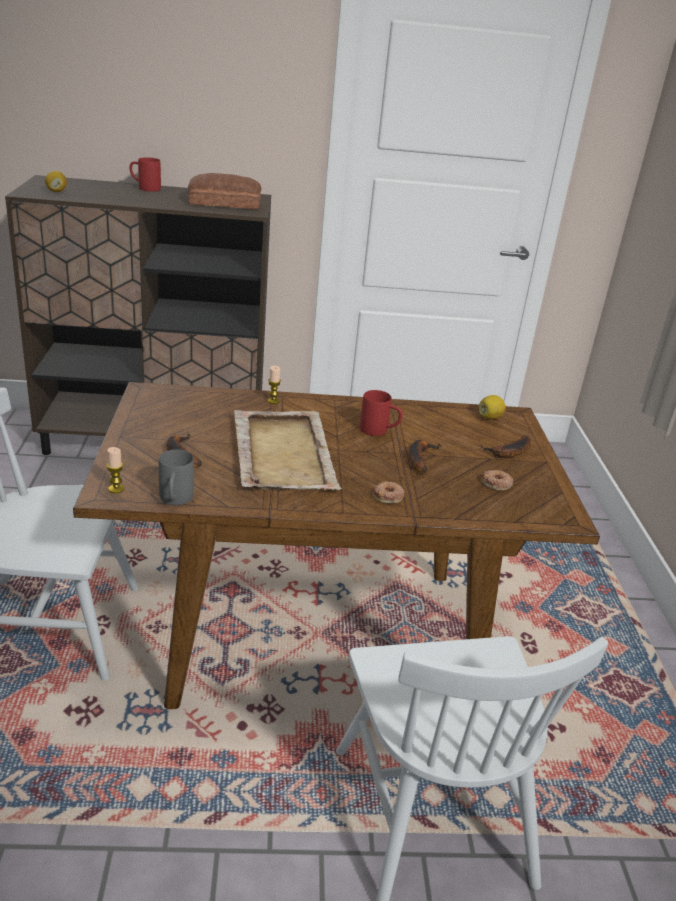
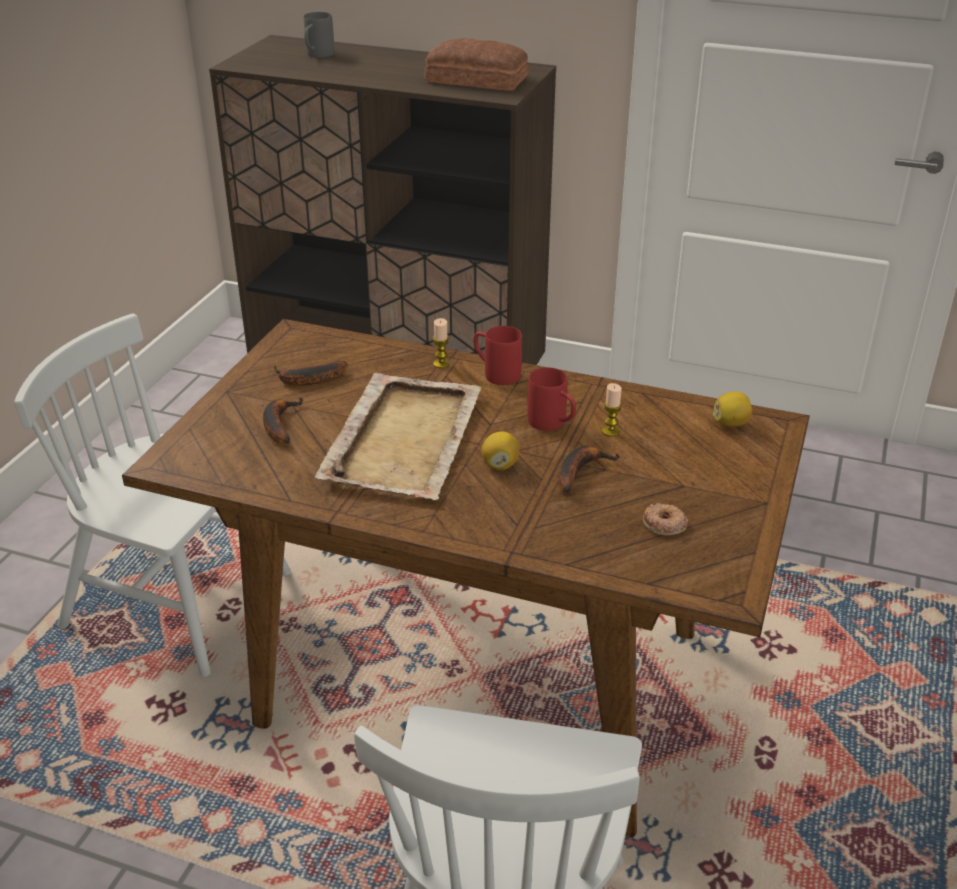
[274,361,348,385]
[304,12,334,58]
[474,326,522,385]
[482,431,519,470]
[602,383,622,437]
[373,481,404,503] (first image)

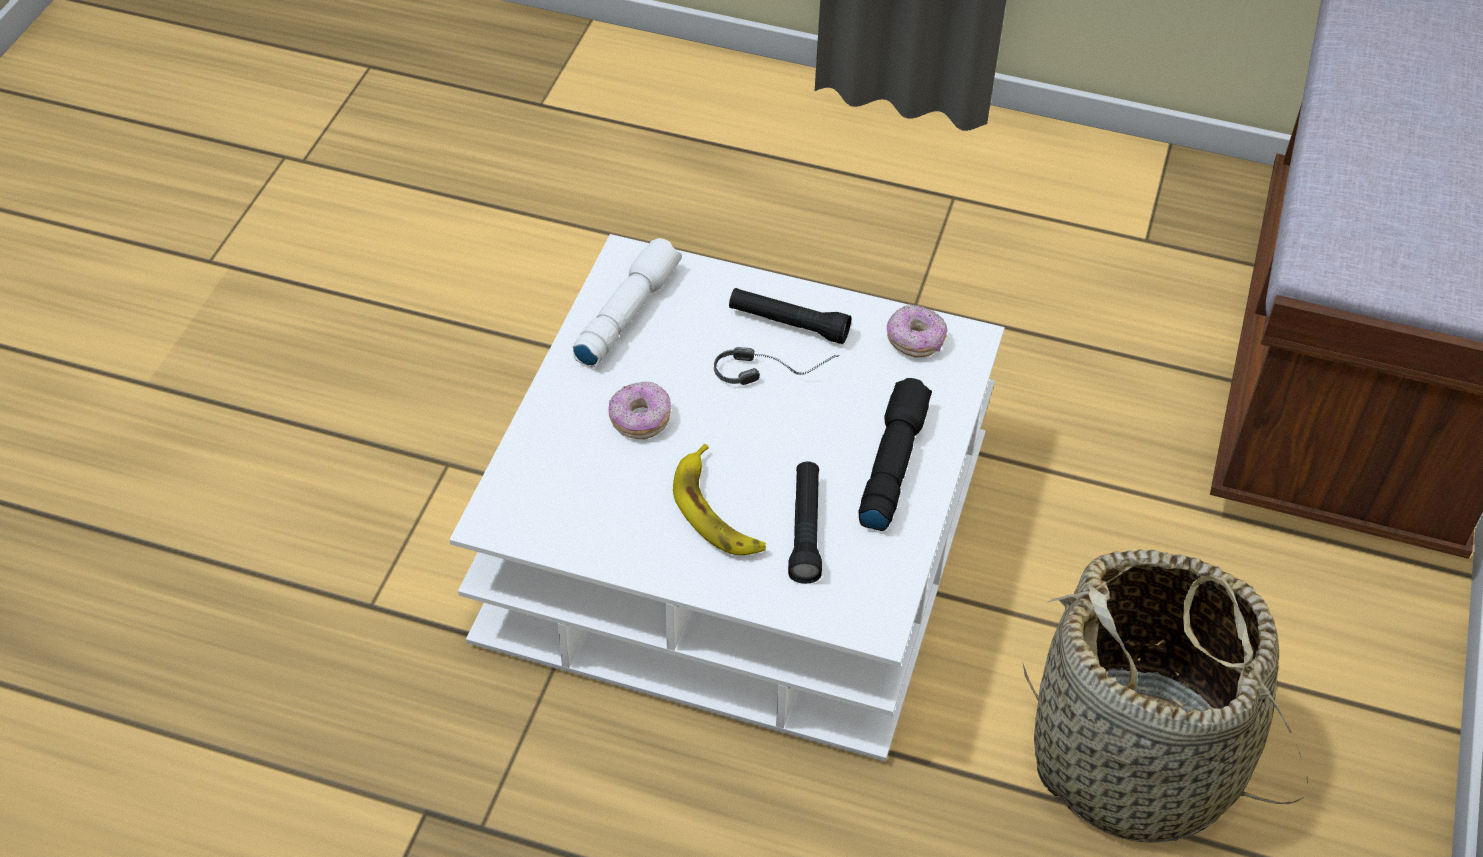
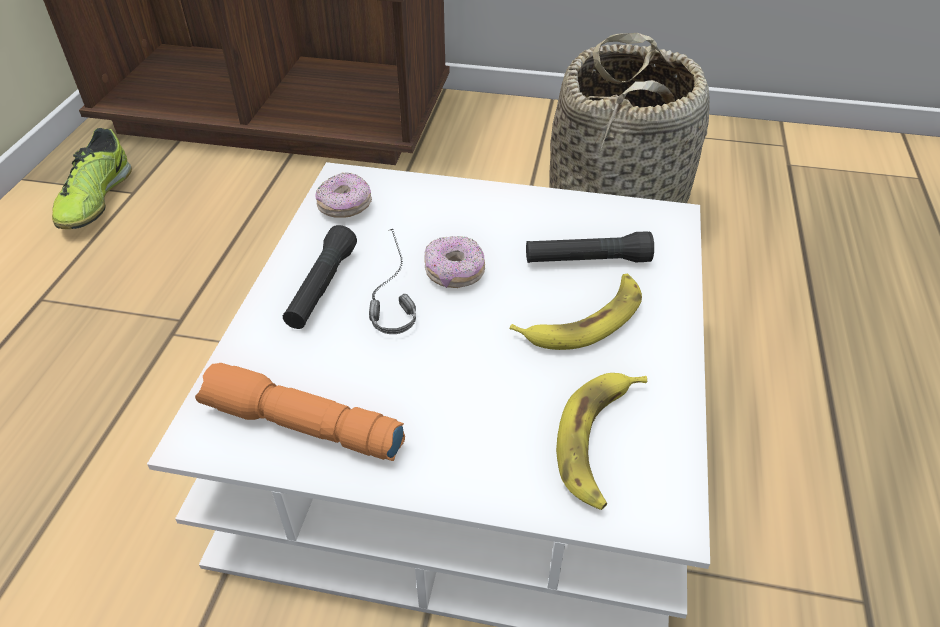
[52,128,132,229]
[195,363,405,461]
[424,236,485,288]
[556,373,647,510]
[859,378,932,531] (first image)

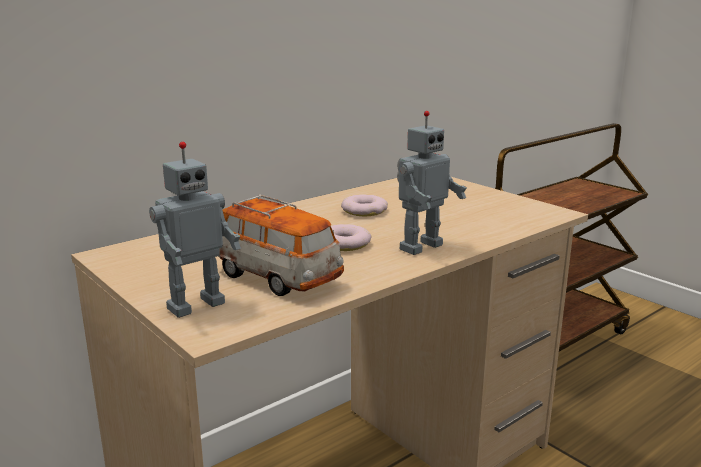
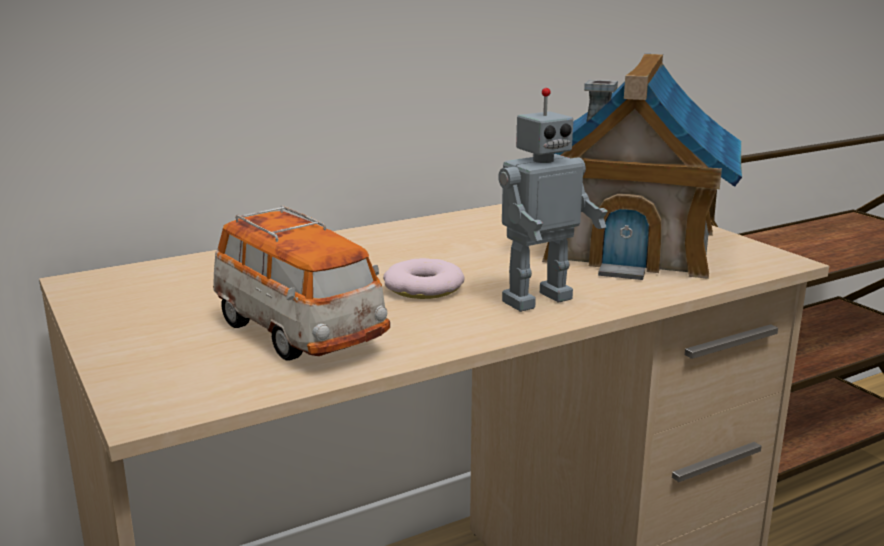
[542,54,742,280]
[149,142,241,318] (first image)
[341,194,388,217] (first image)

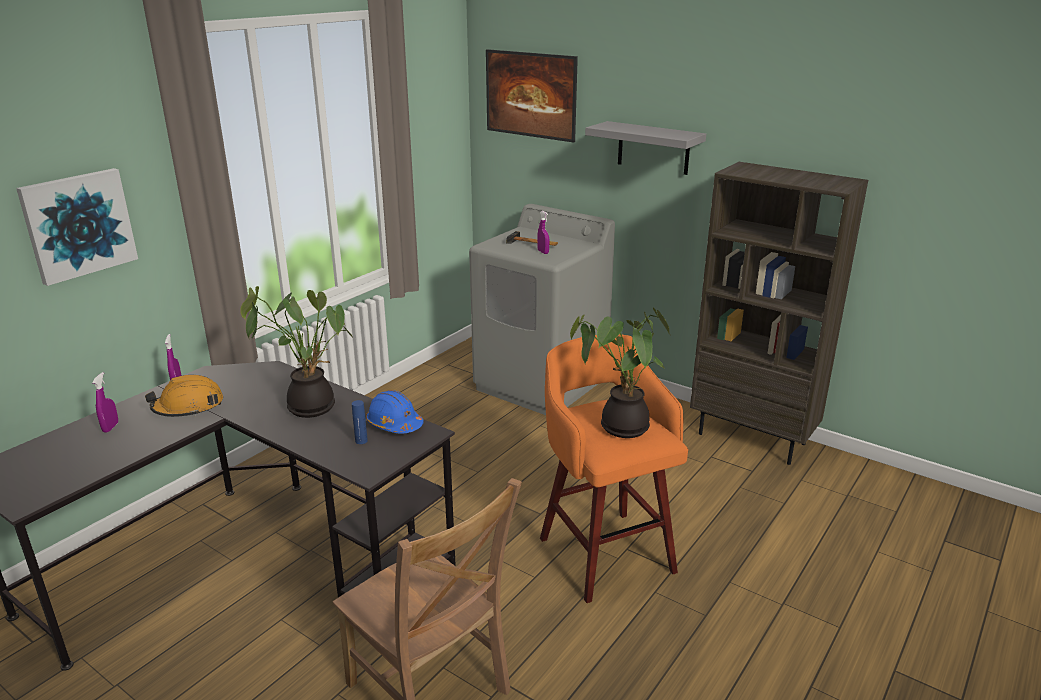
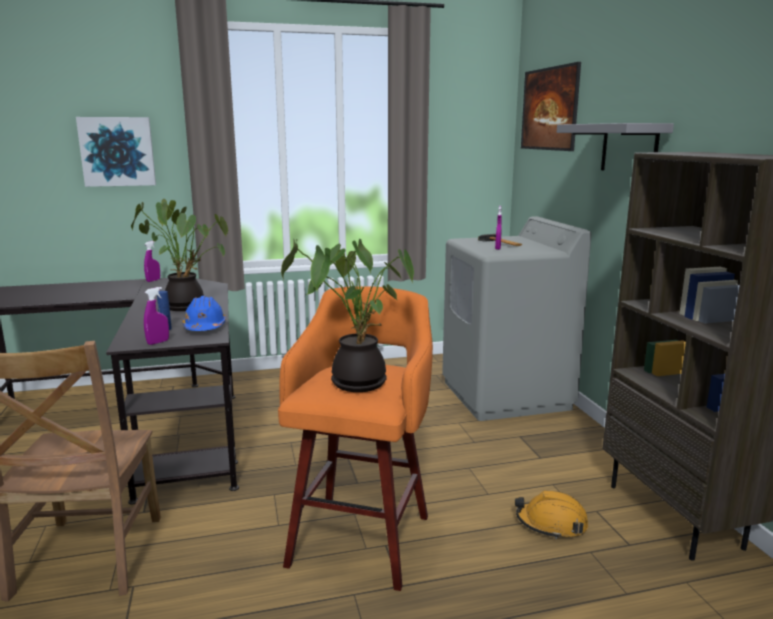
[144,287,169,345]
[515,490,588,539]

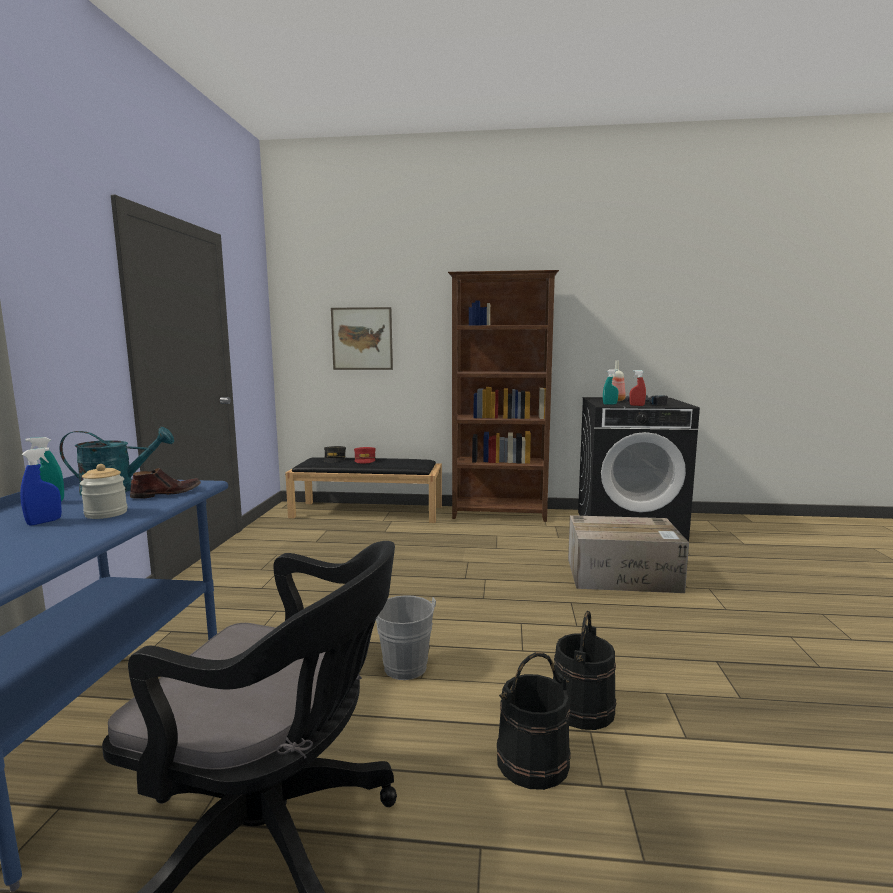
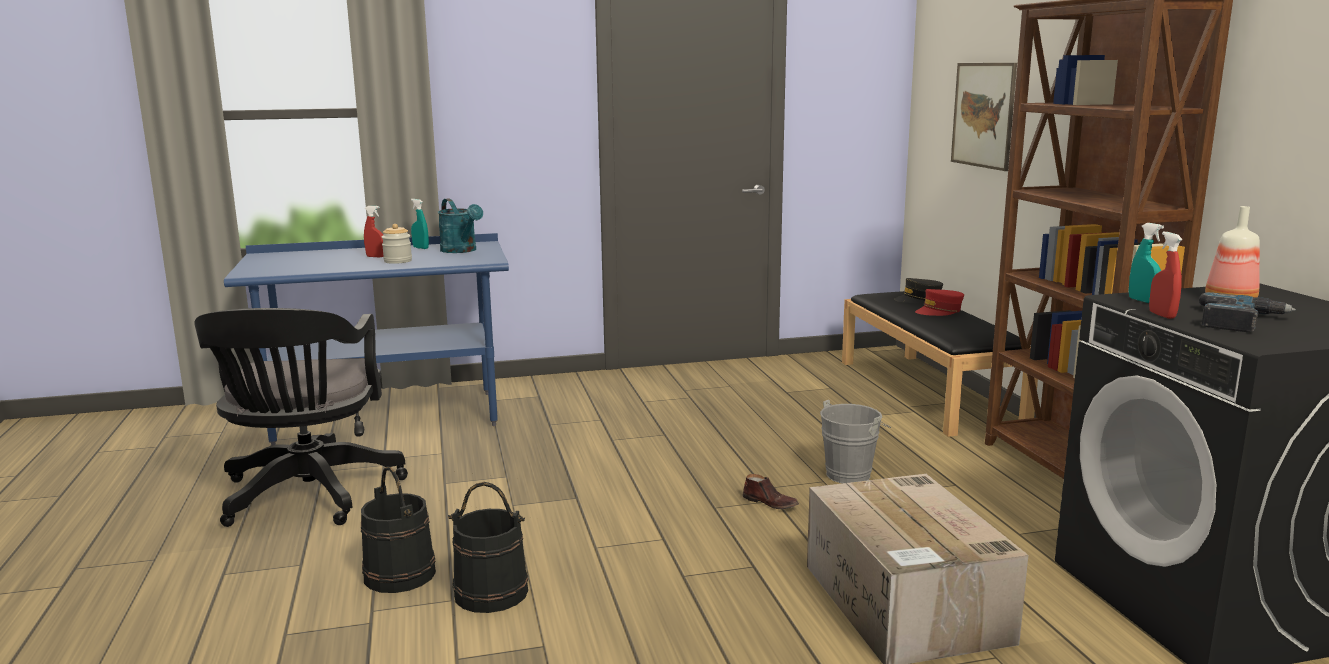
[364,206,383,257]
[743,474,799,509]
[820,400,891,483]

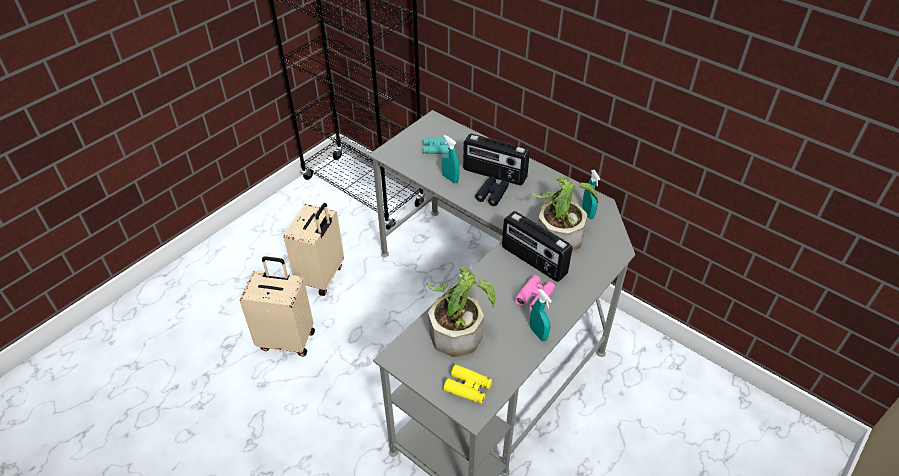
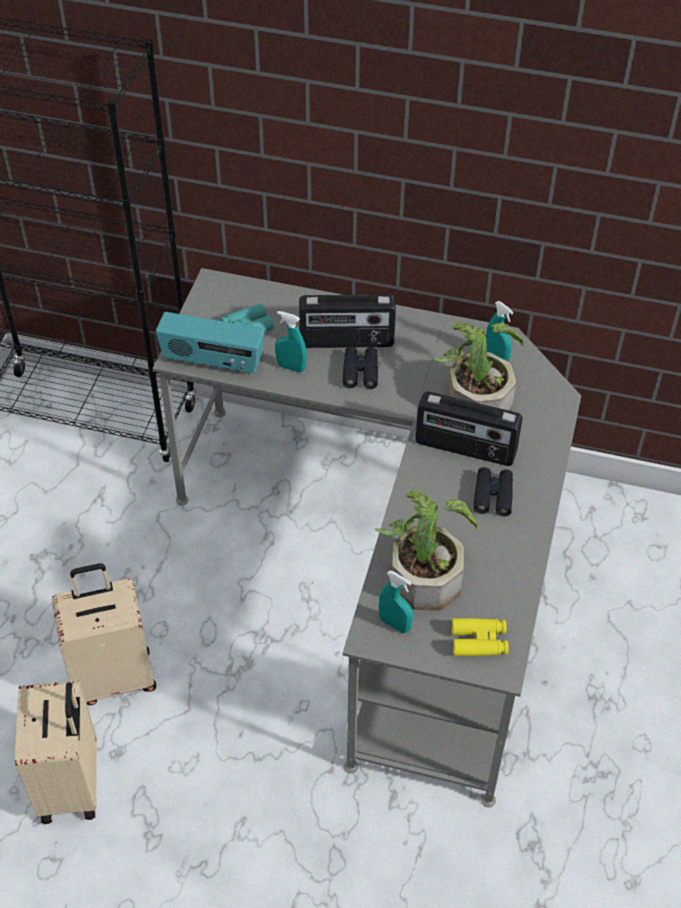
[15,680,97,824]
[156,312,265,375]
[379,570,413,633]
[473,467,513,516]

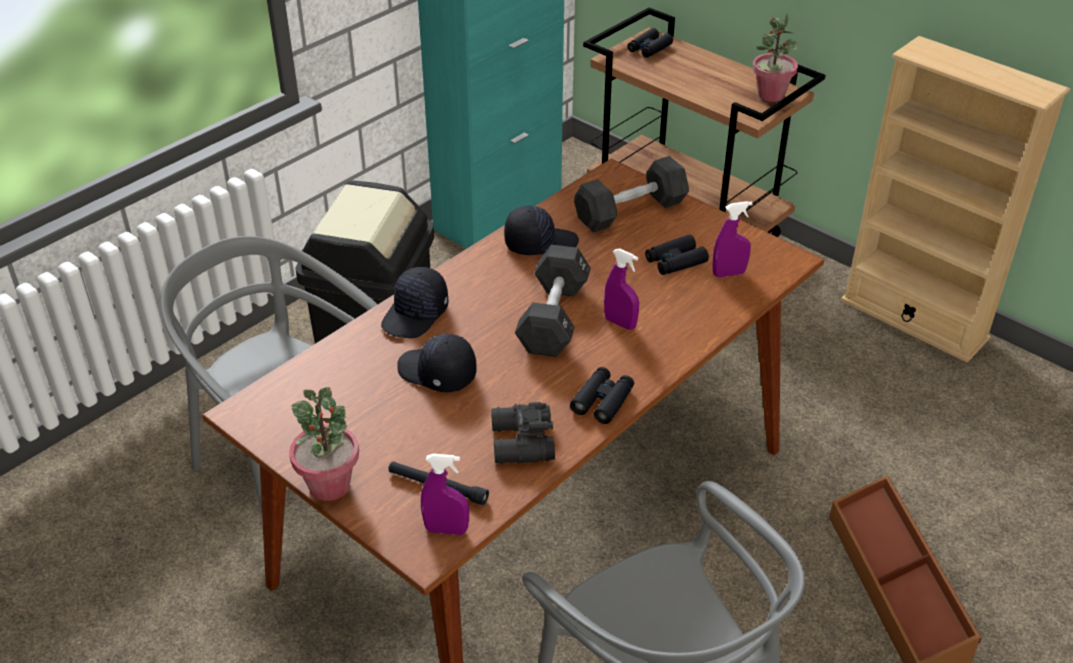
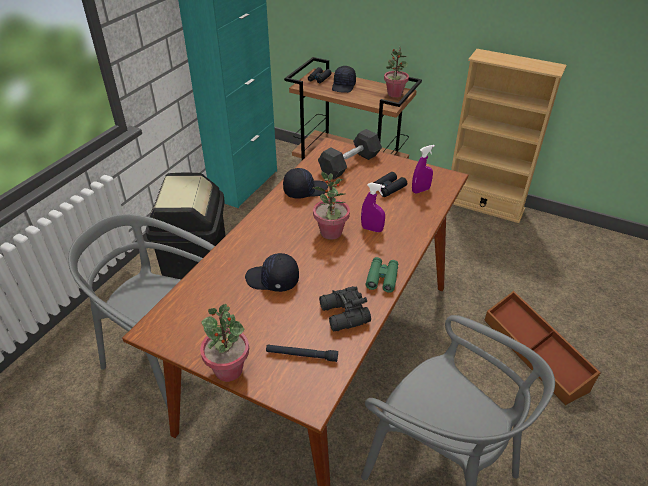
[313,172,350,240]
[332,66,356,93]
[365,257,398,293]
[421,454,469,535] (first image)

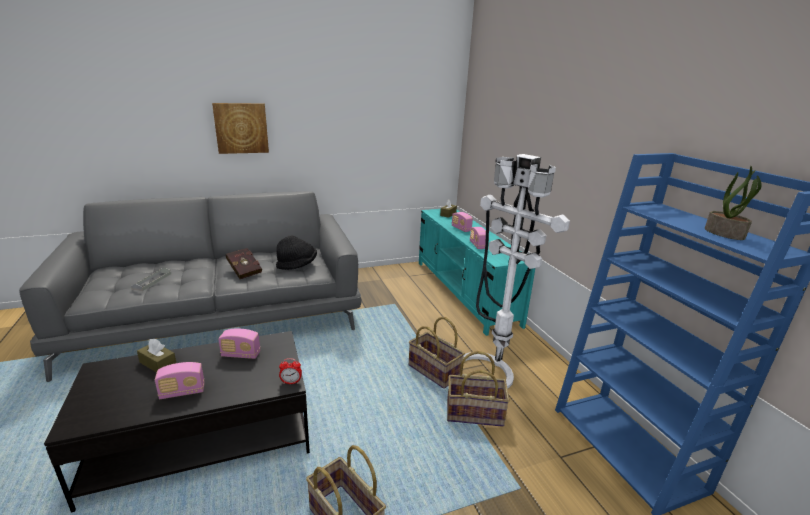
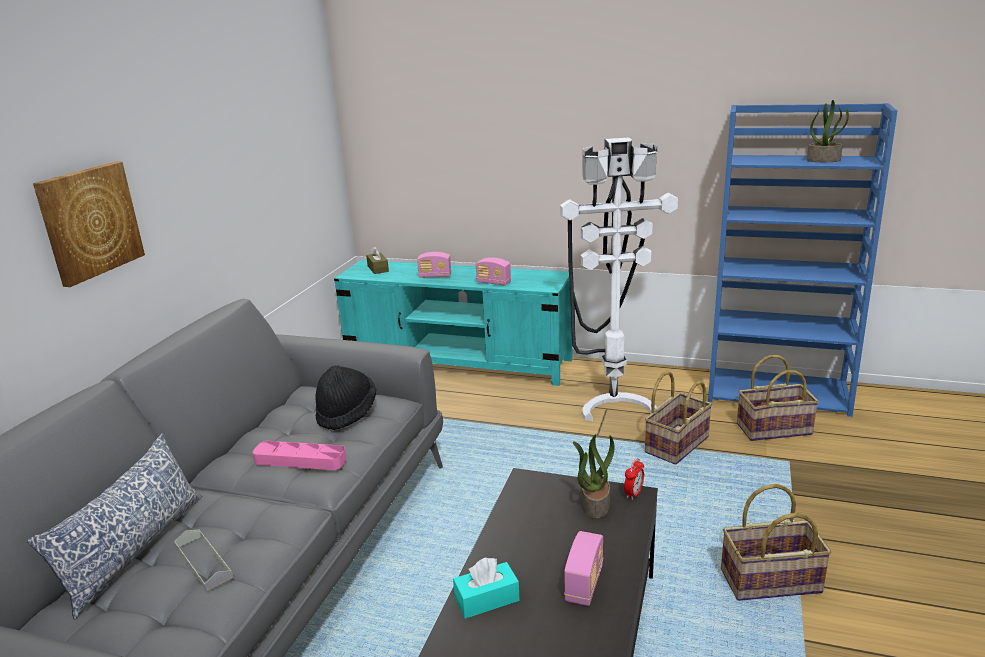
[27,433,202,619]
[253,441,347,470]
[453,557,520,619]
[573,434,614,519]
[737,355,819,441]
[218,328,260,359] (first image)

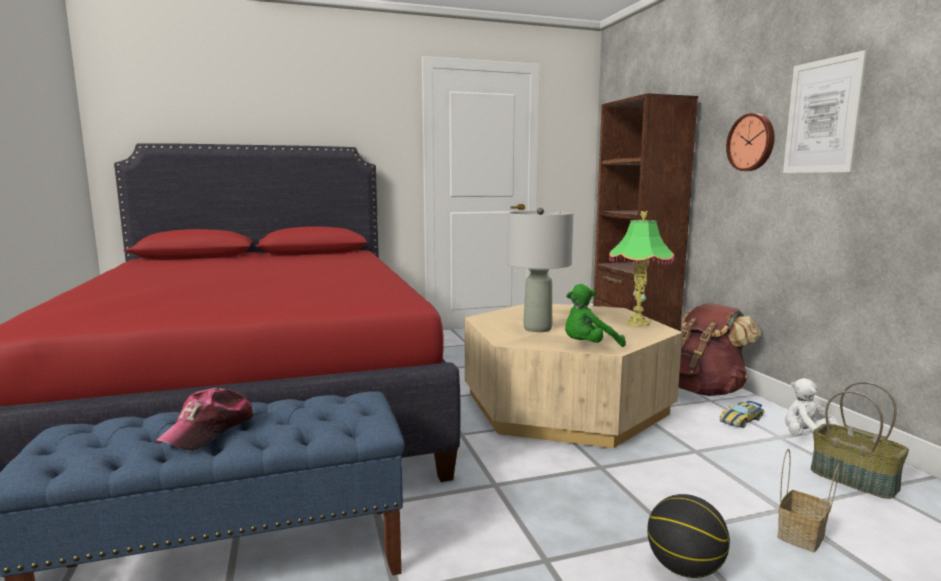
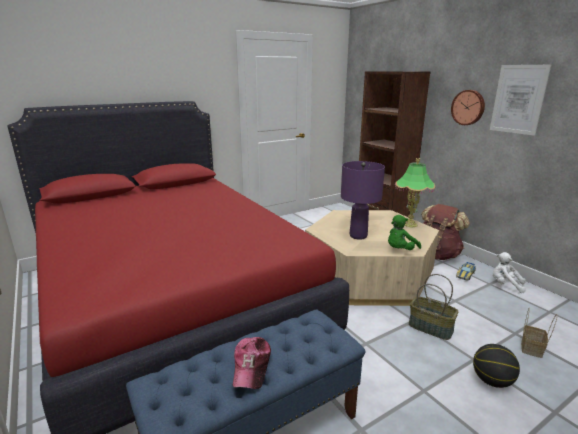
[341,161,385,240]
[409,274,458,340]

